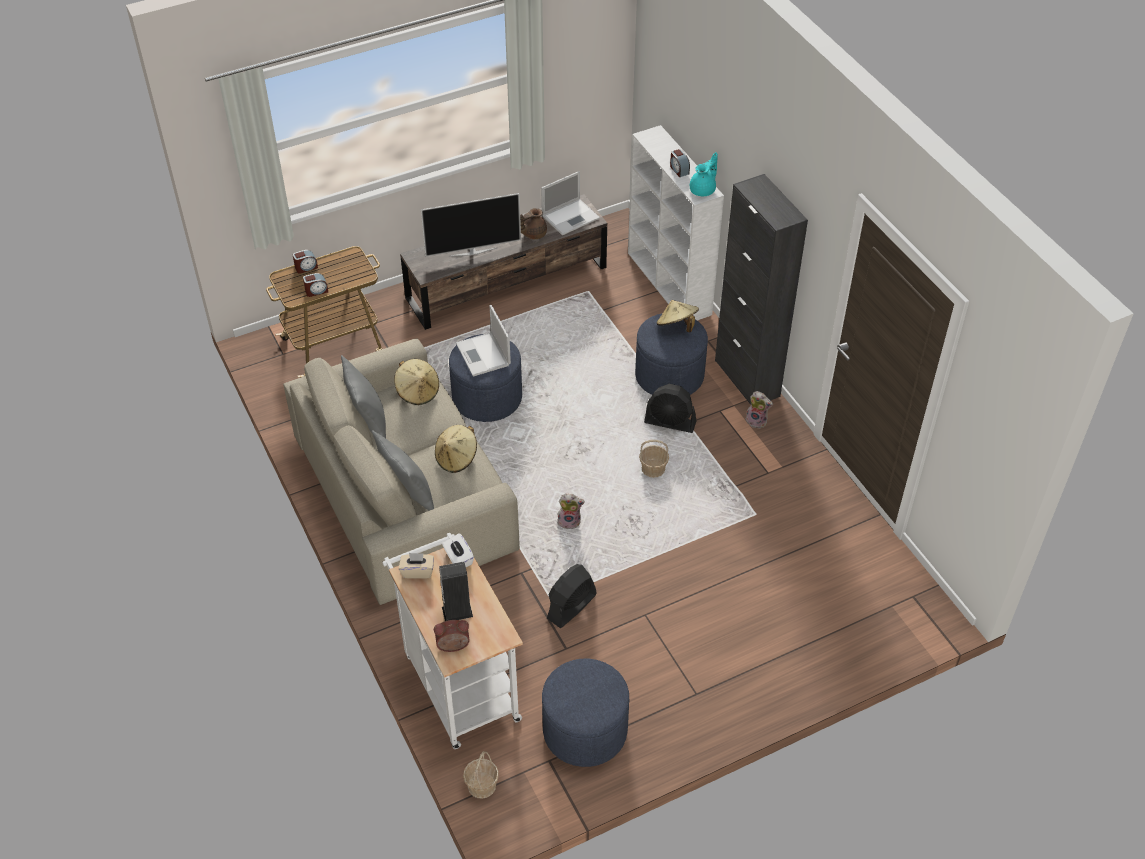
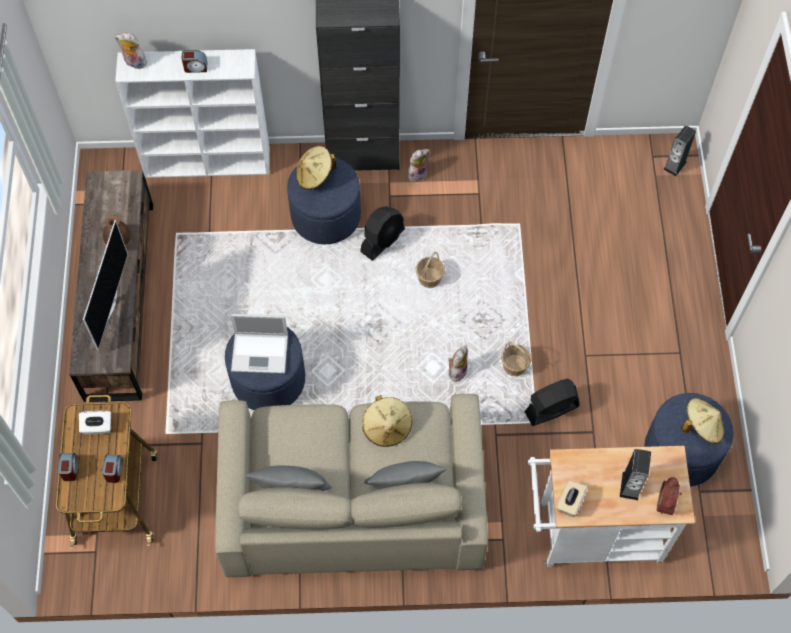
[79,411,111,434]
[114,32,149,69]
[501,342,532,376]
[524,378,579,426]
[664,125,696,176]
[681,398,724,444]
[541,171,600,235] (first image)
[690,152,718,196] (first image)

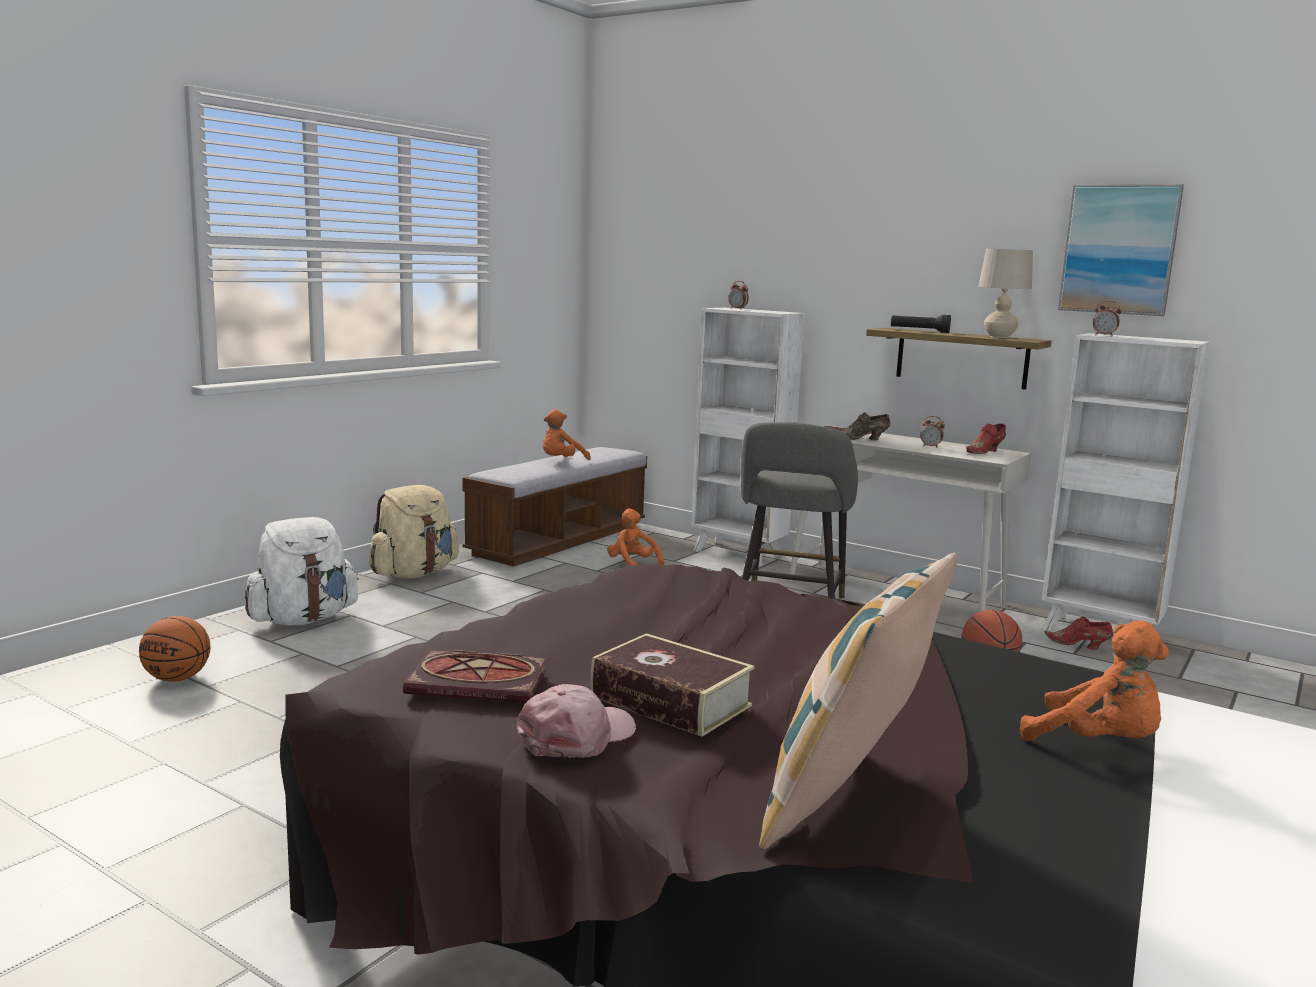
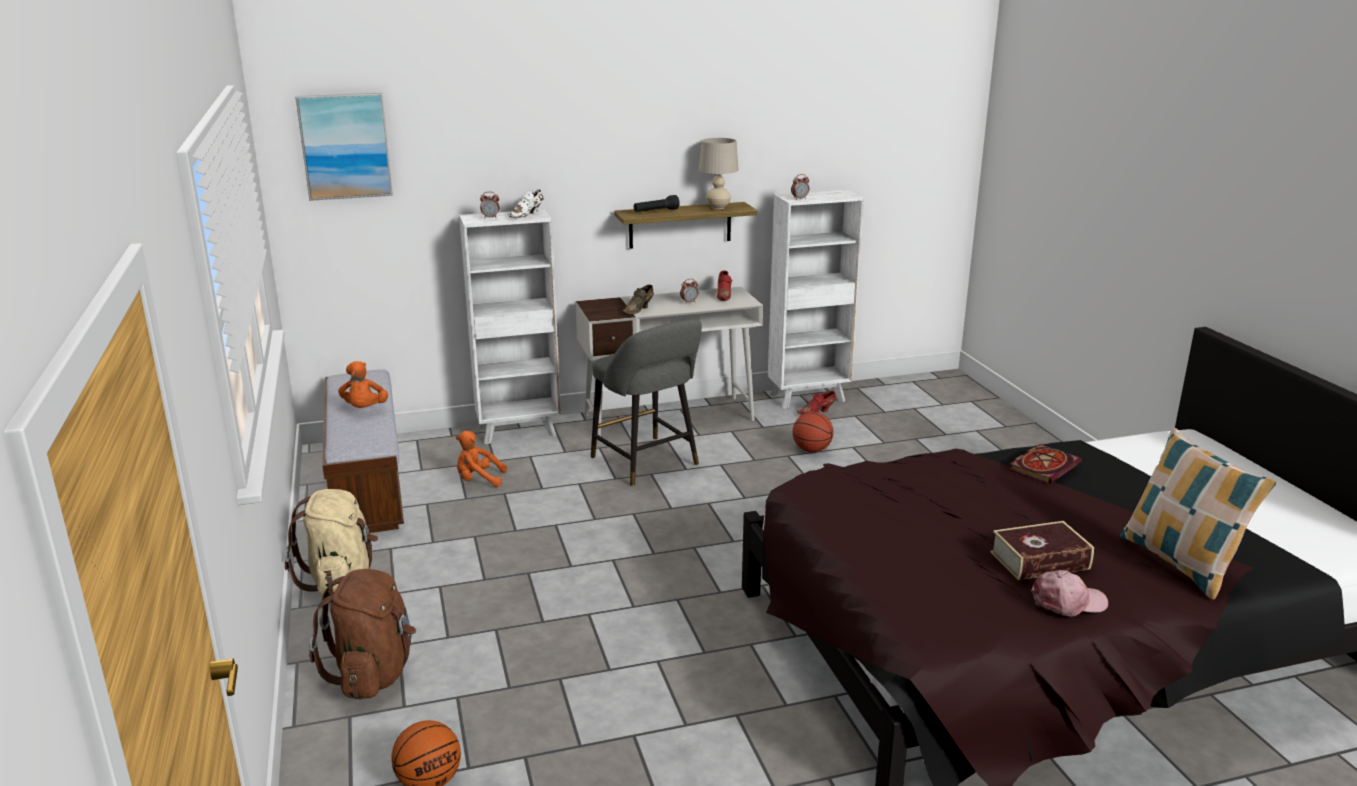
[295,93,393,201]
[309,569,416,700]
[508,189,544,218]
[1008,444,1082,484]
[1031,570,1108,617]
[1020,620,1169,741] (first image)

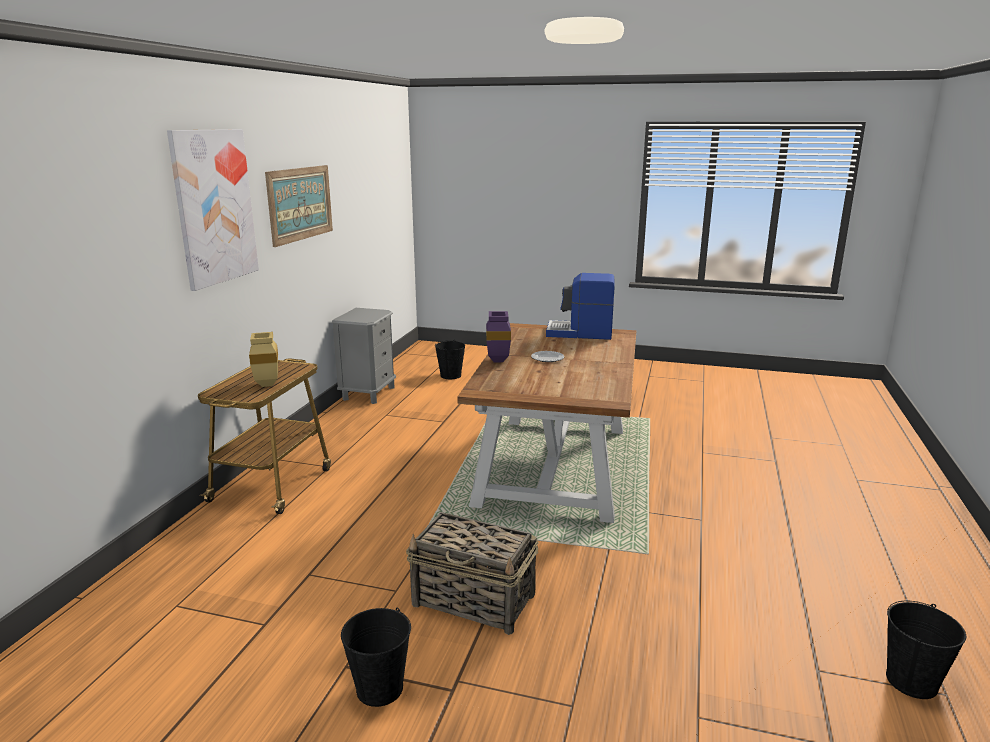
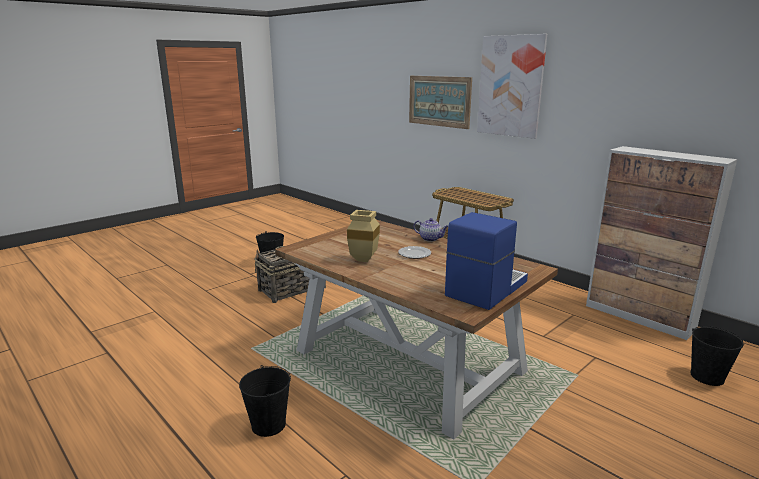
[239,365,291,437]
[347,210,380,262]
[409,76,472,129]
[414,218,448,242]
[586,146,738,340]

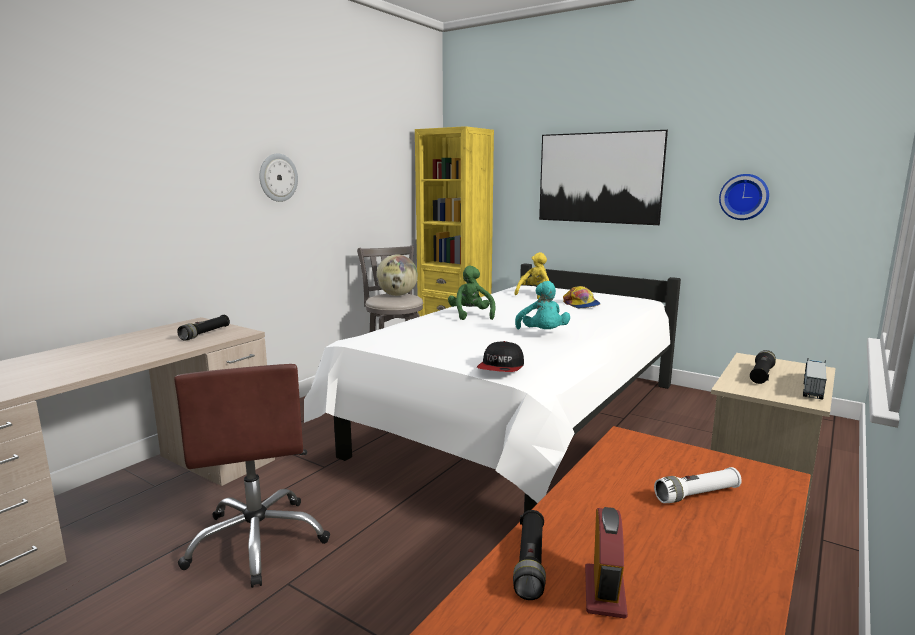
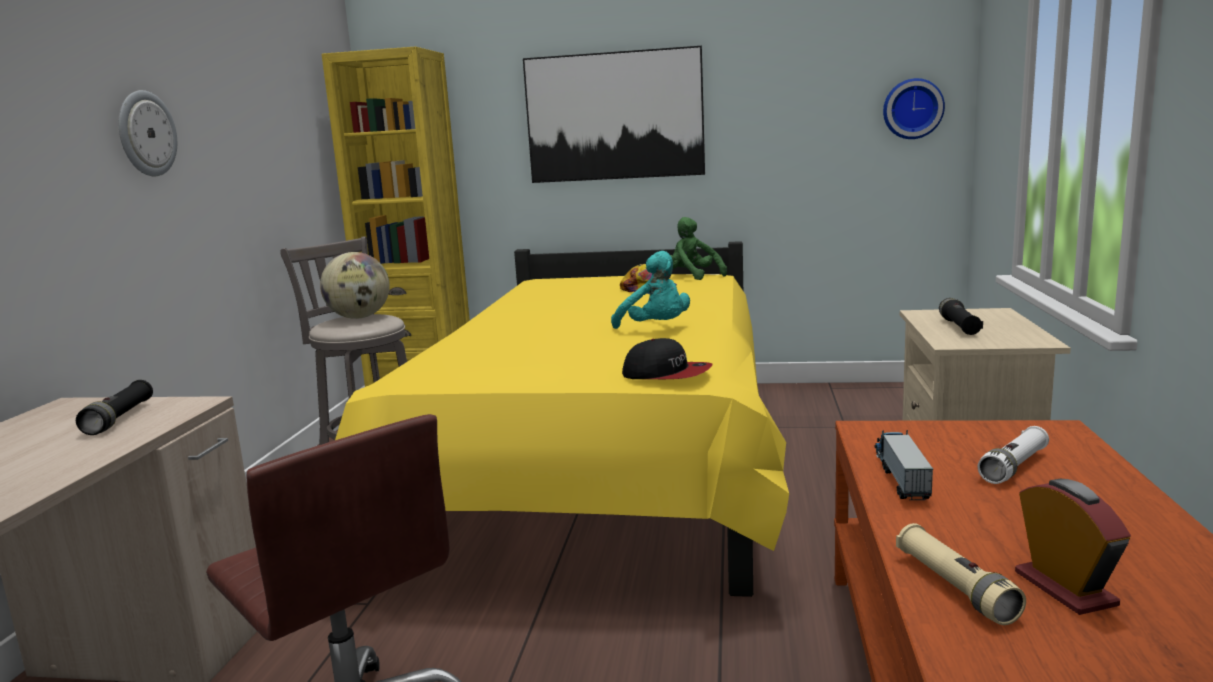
[335,241,789,597]
[622,338,713,379]
[670,217,727,280]
[875,430,933,500]
[883,78,945,139]
[896,523,1026,625]
[514,252,549,299] (first image)

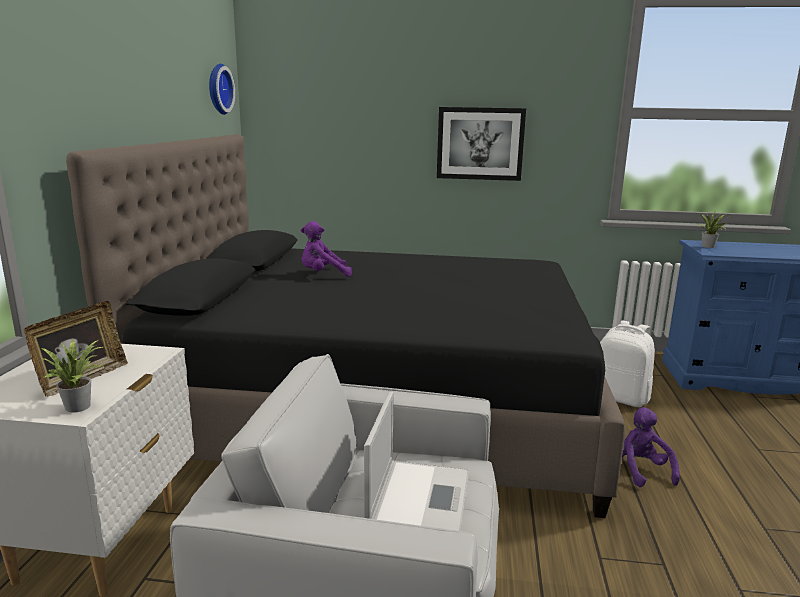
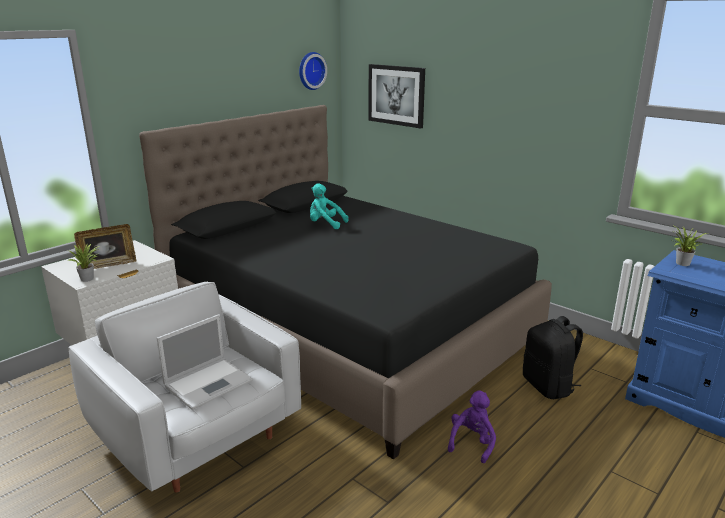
[310,184,349,229]
[368,64,425,128]
[523,316,583,399]

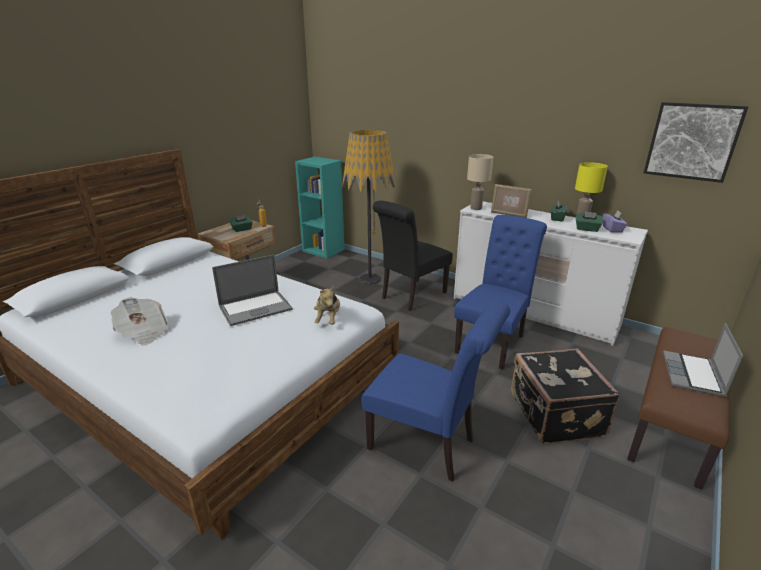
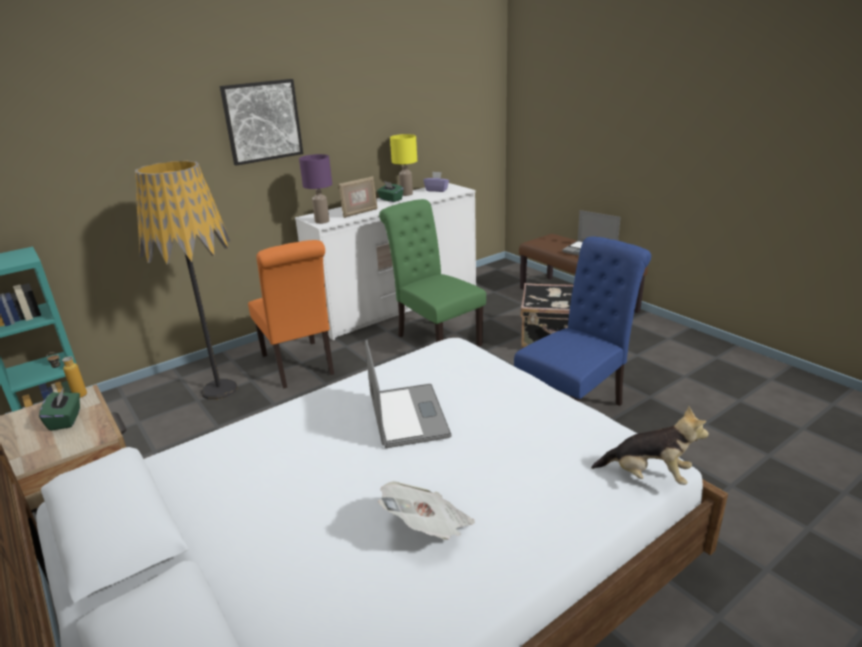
[220,79,303,166]
[248,240,334,389]
[299,154,332,224]
[379,199,486,347]
[591,406,709,485]
[576,211,603,232] (first image)

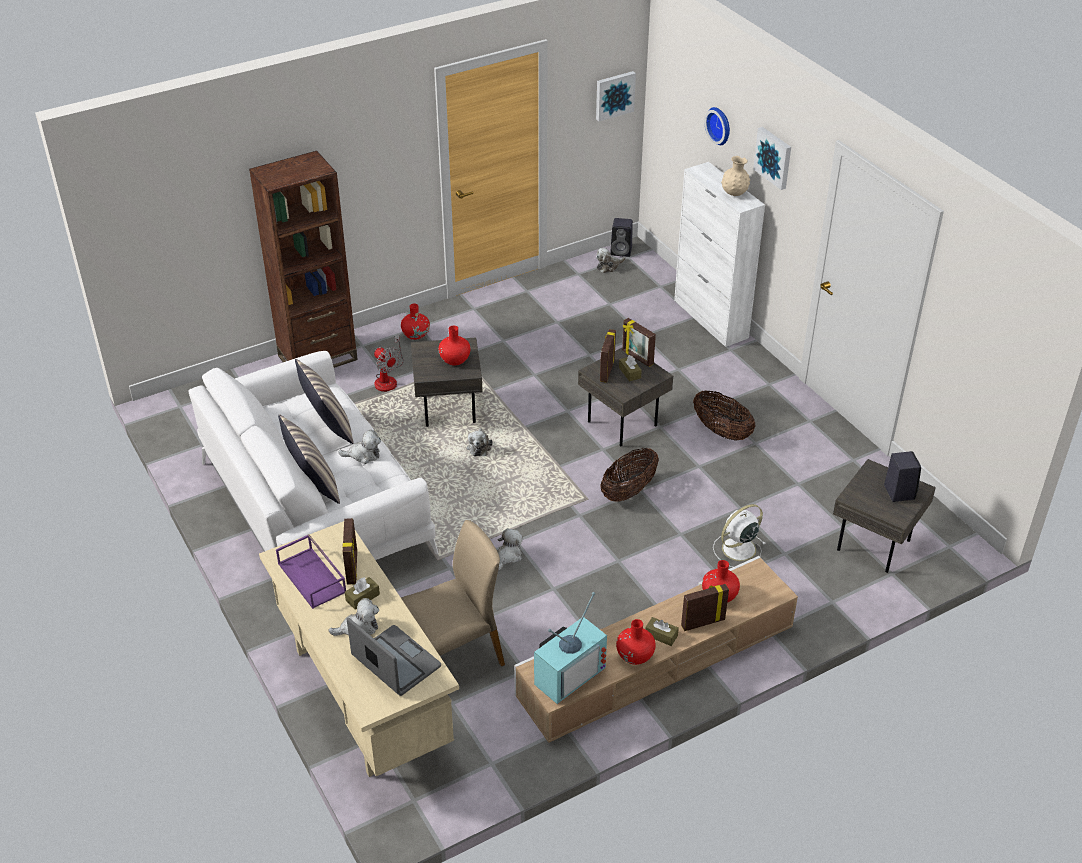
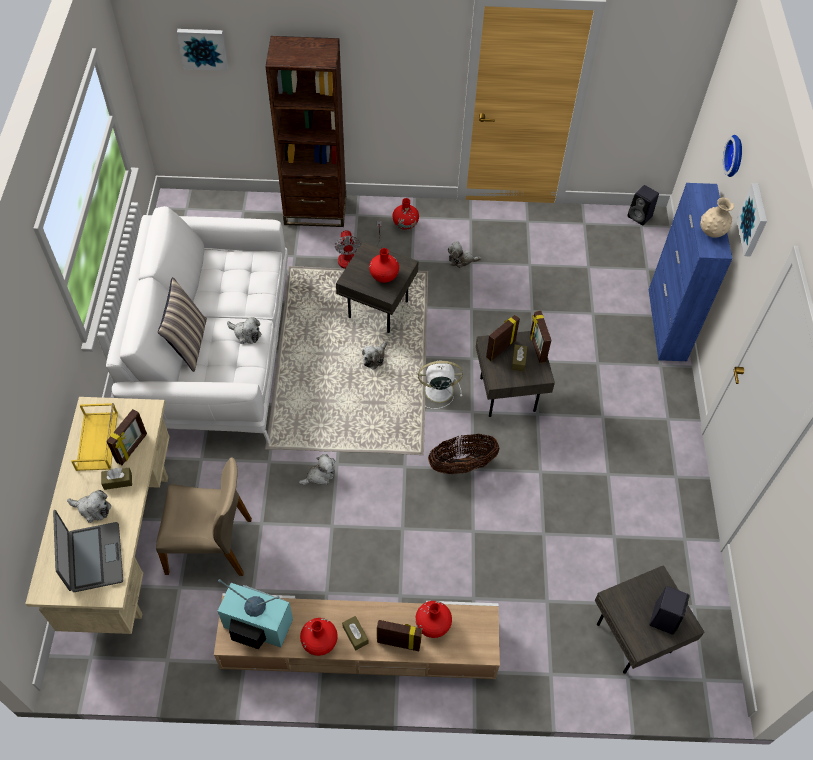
[71,403,118,471]
[177,29,228,71]
[218,579,293,649]
[418,360,463,409]
[448,242,482,268]
[649,183,732,361]
[295,359,354,444] (first image)
[693,390,756,441] (first image)

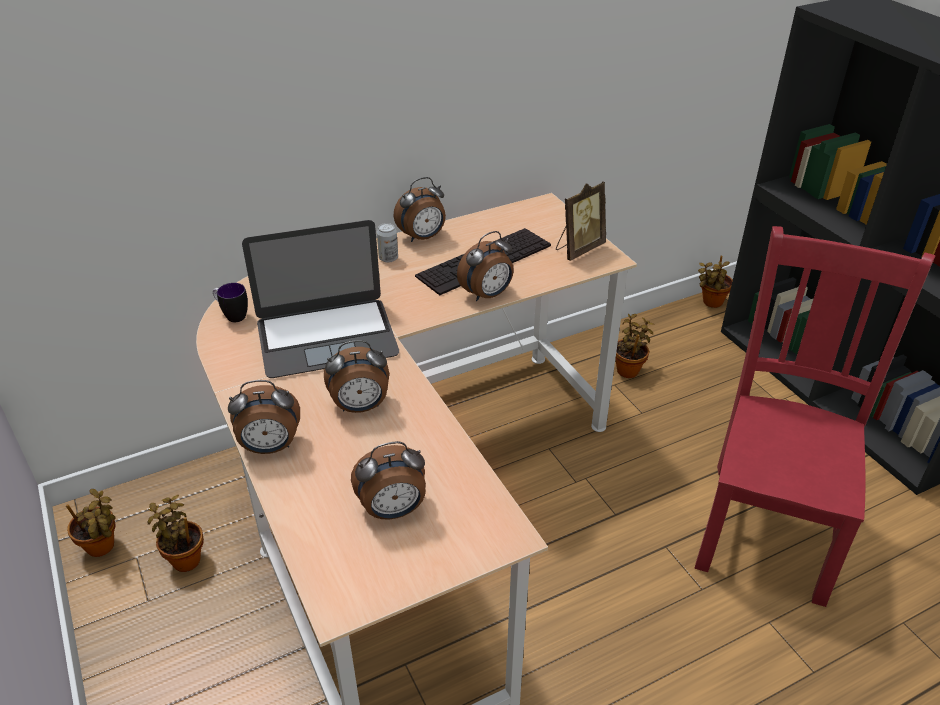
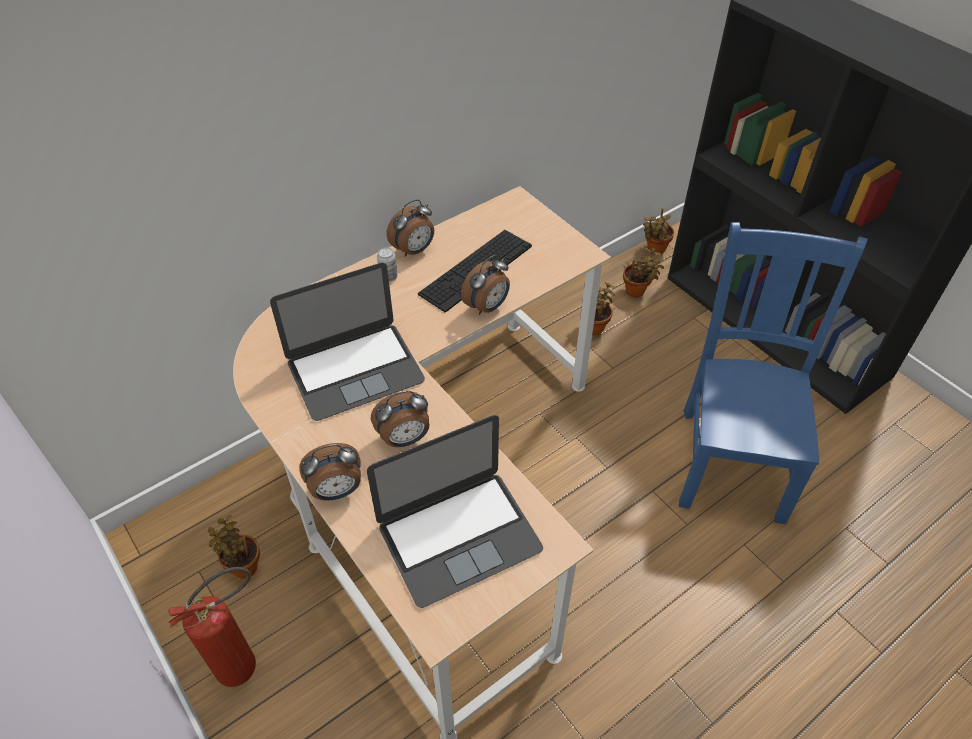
[168,567,256,687]
[367,415,543,608]
[623,248,664,298]
[679,222,868,524]
[213,283,248,322] (first image)
[556,181,606,261] (first image)

